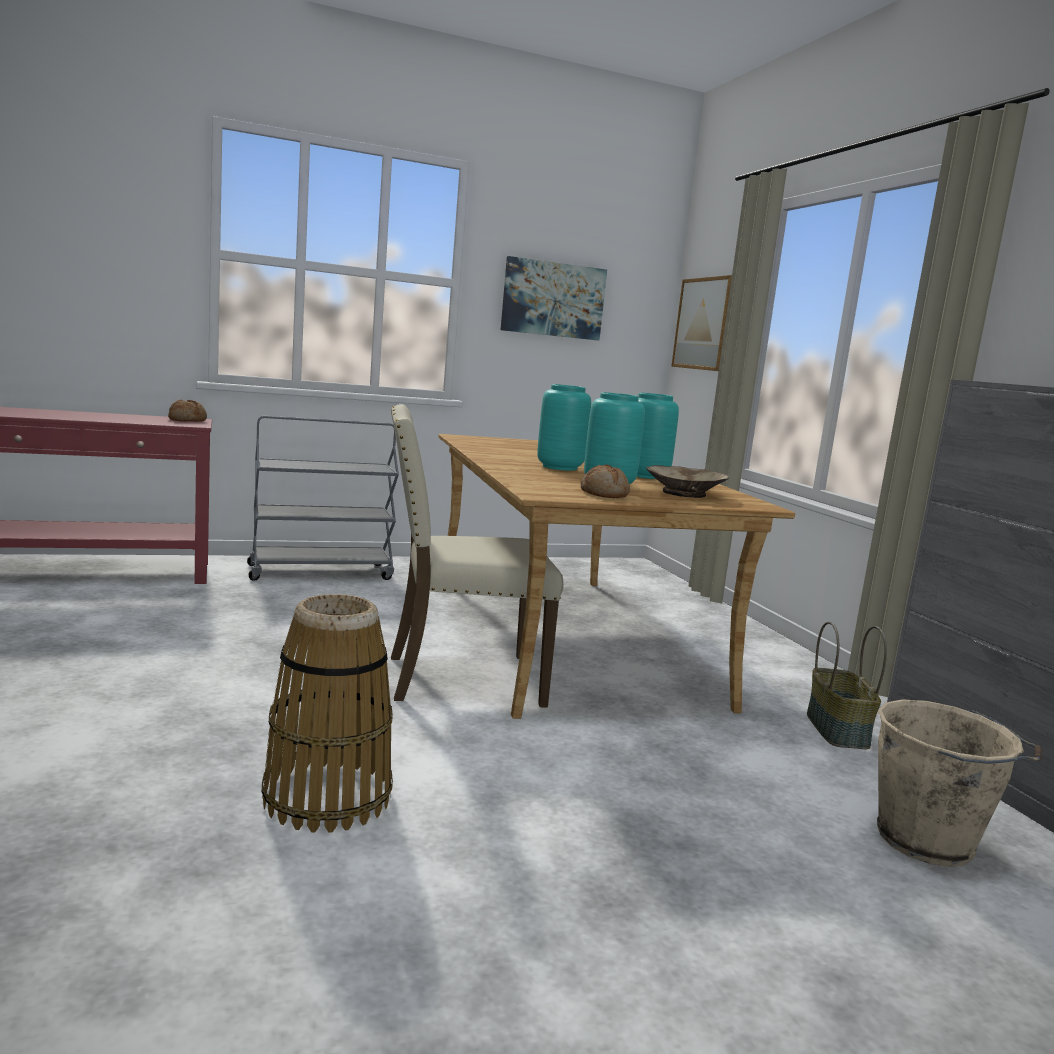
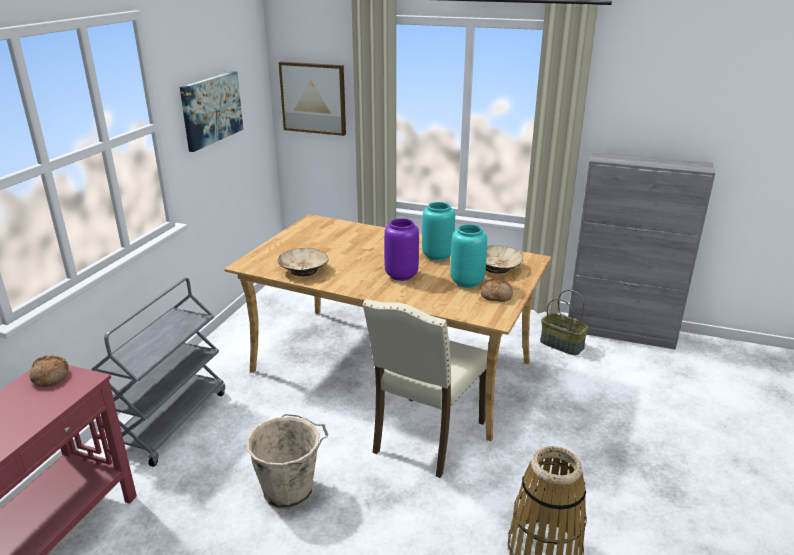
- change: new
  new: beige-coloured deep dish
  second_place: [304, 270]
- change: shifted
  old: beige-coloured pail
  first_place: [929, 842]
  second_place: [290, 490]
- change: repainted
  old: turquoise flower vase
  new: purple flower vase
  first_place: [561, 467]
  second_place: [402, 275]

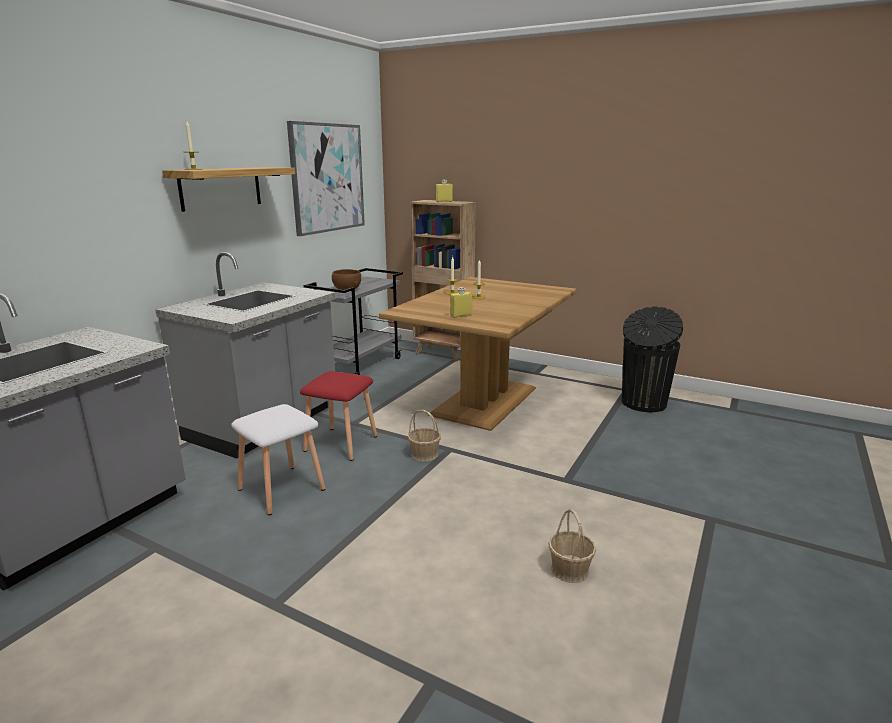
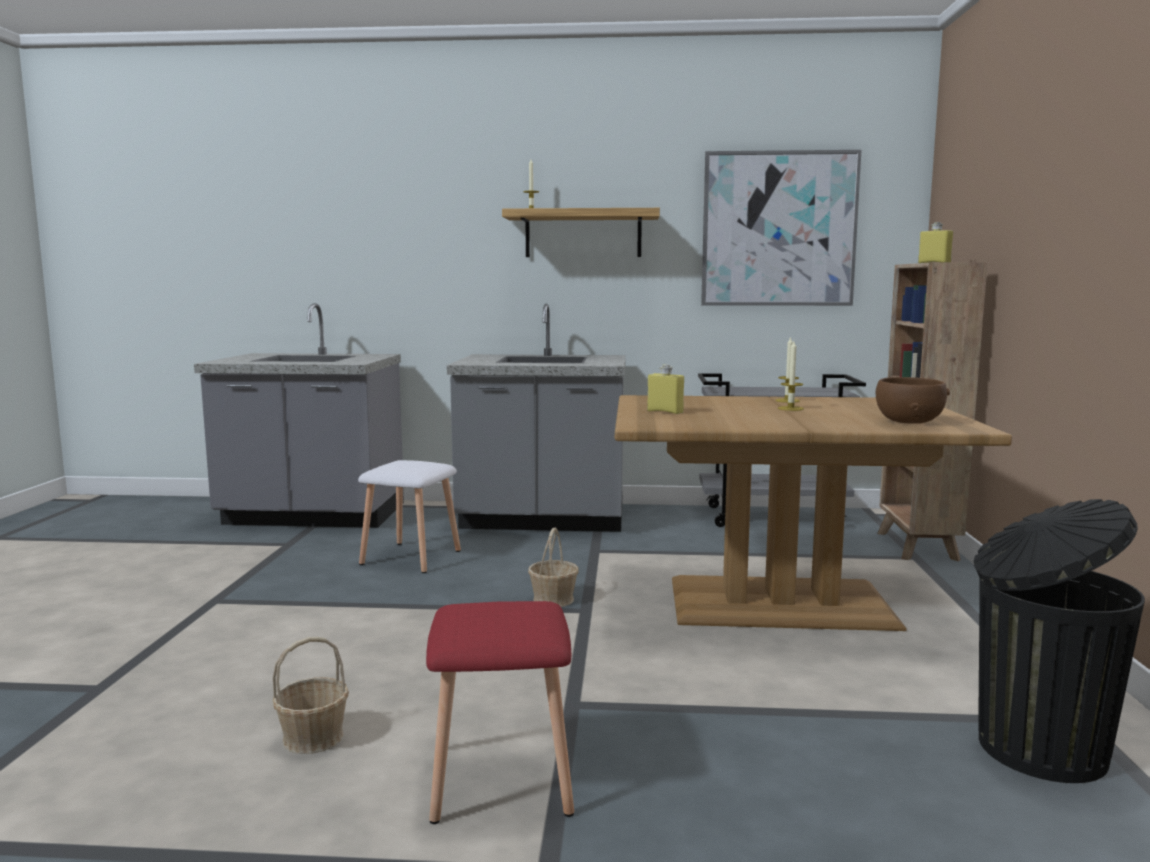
- change: shifted
  old: red-coloured stool seat
  first_place: [342, 443]
  second_place: [503, 780]
- change: shifted
  old: brownish deep dish
  first_place: [347, 290]
  second_place: [908, 422]

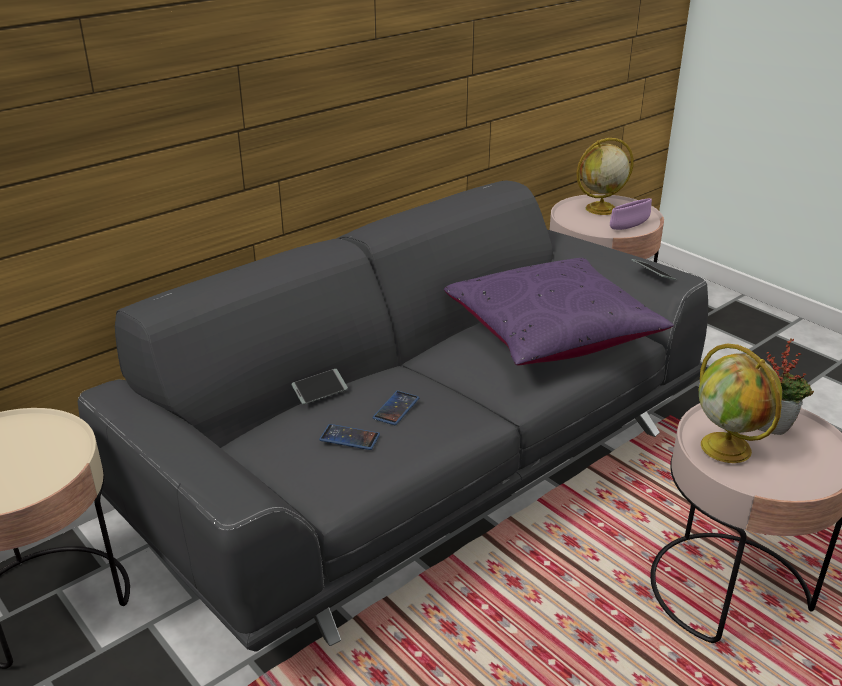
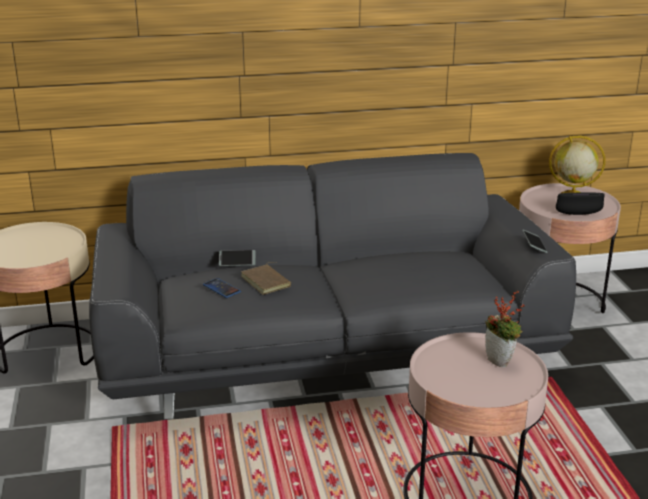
- change: gone
  old: purple throw pillow
  first_place: [551, 333]
- change: gone
  old: globe
  first_place: [727, 448]
- change: swapped
  old: handset
  new: brownish book
  first_place: [396, 408]
  second_place: [267, 281]
- change: repainted
  old: purple deep dish
  new: blackish deep dish
  first_place: [629, 227]
  second_place: [578, 214]

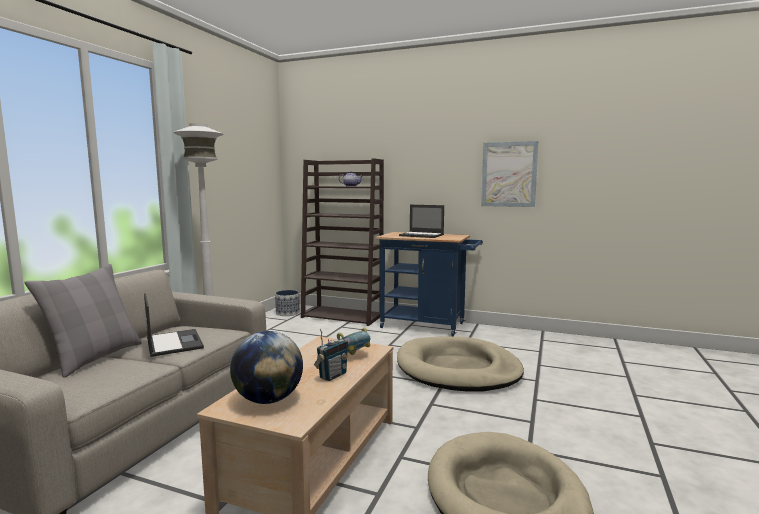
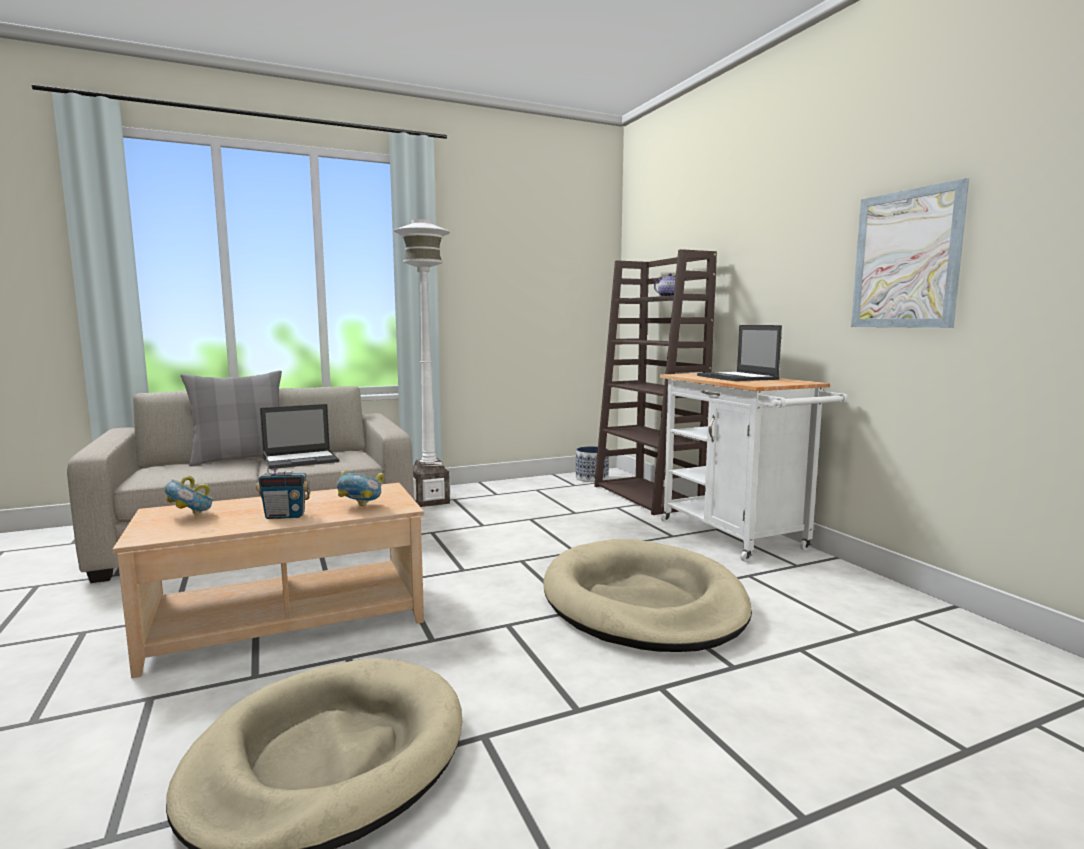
- change: swapped
  old: globe
  new: deep dish
  first_place: [268, 400]
  second_place: [191, 516]
- change: repainted
  old: bluish wheeled cart
  new: white wheeled cart
  first_place: [428, 326]
  second_place: [738, 537]
- change: rotated
  old: portable computer
  first_place: [174, 343]
  second_place: [302, 460]
  degrees: 45

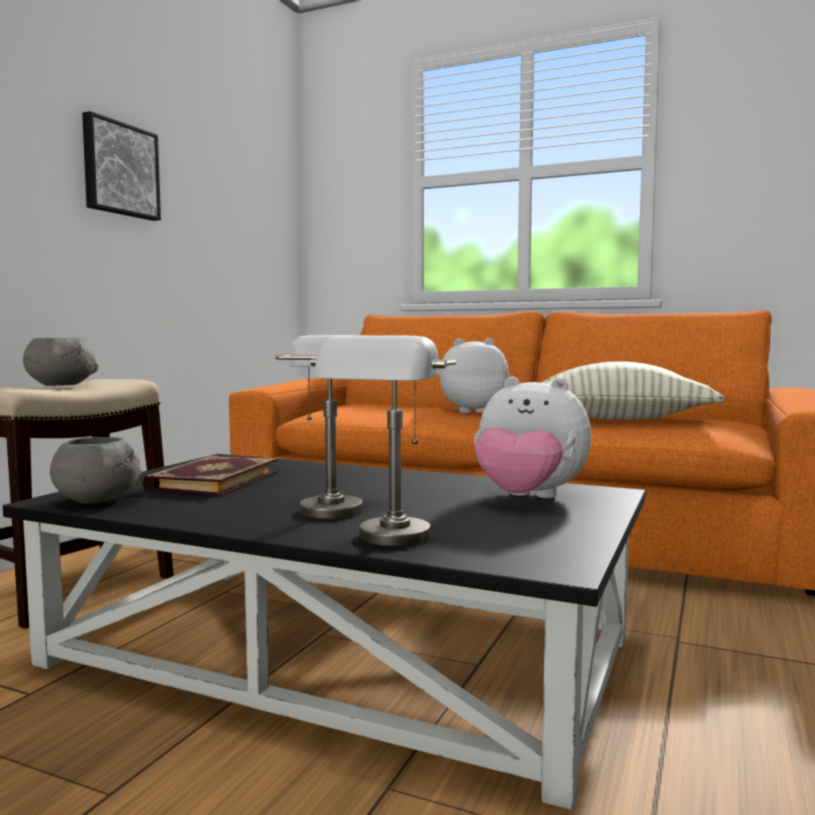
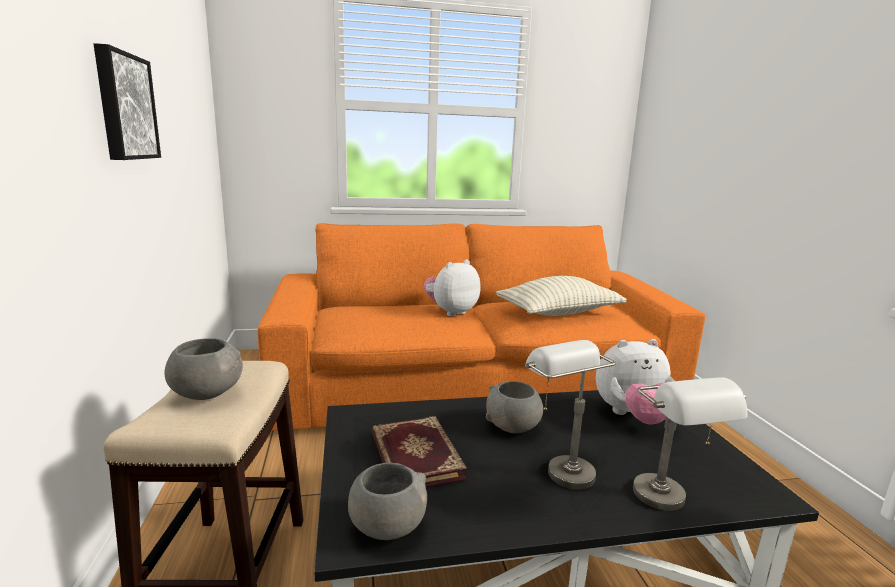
- change: new
  new: gray deep dish
  second_place: [513, 427]

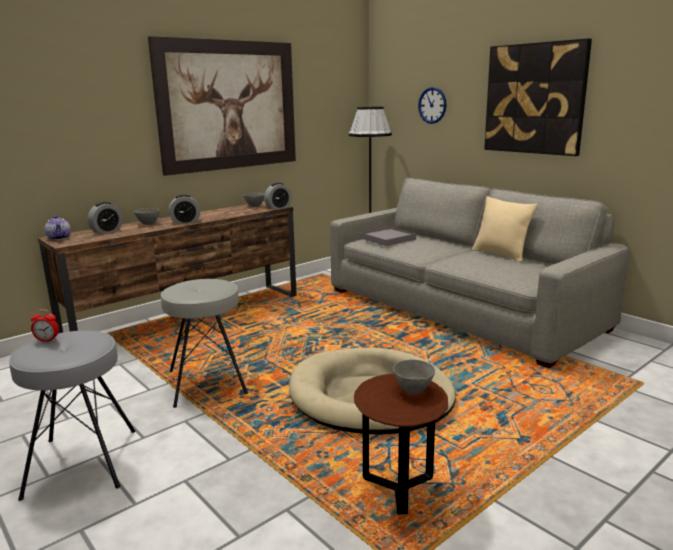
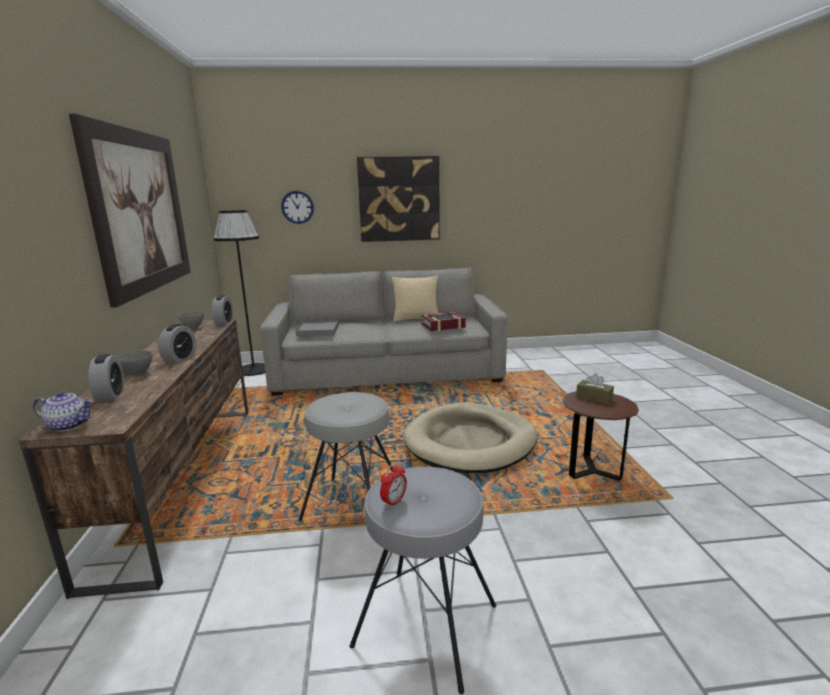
- change: new
  new: book
  second_place: [443, 326]
- change: swapped
  old: gray deep dish
  new: brownish box of tissues
  first_place: [413, 390]
  second_place: [594, 397]

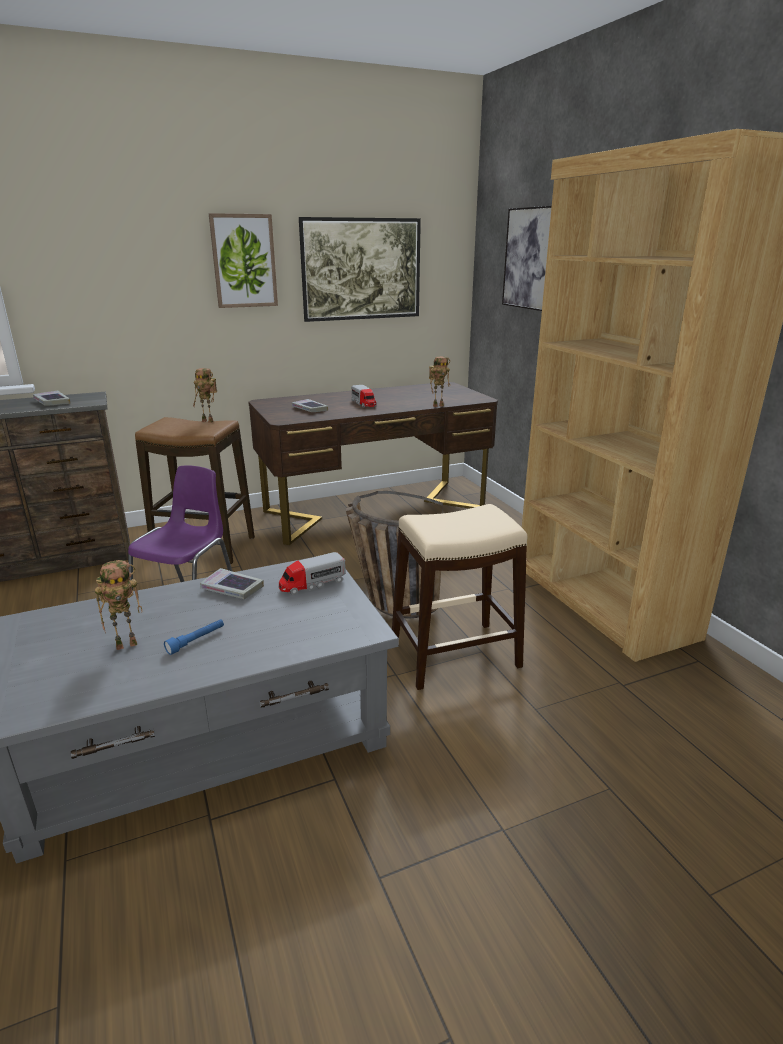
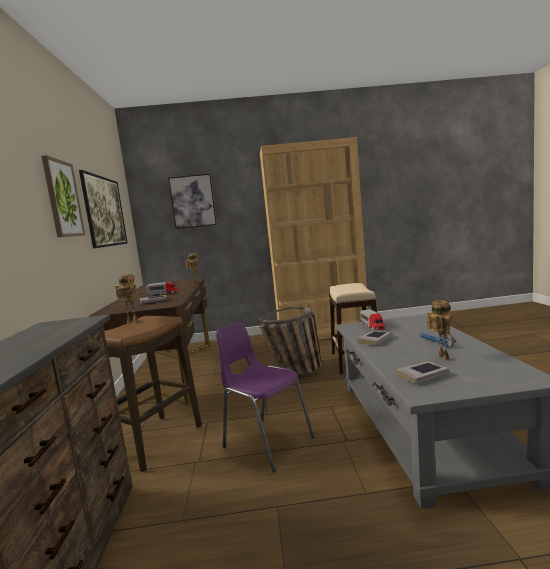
- change: shifted
  old: book
  first_place: [52, 402]
  second_place: [422, 376]

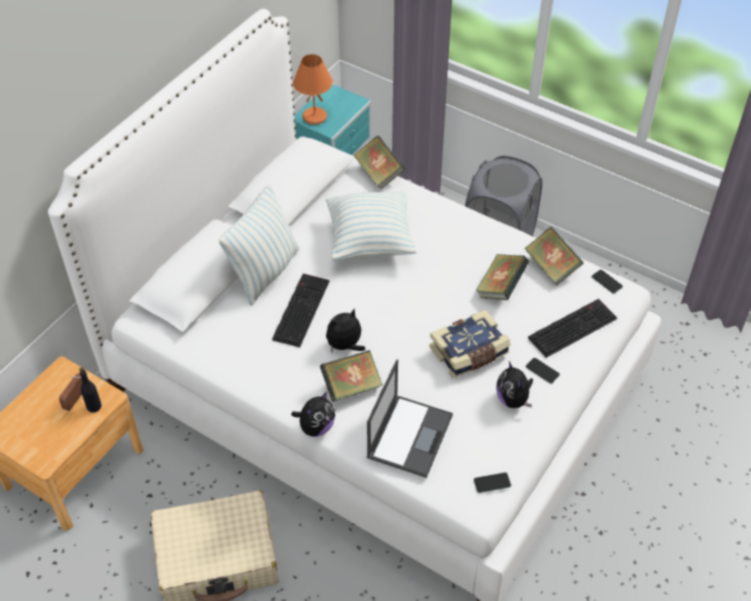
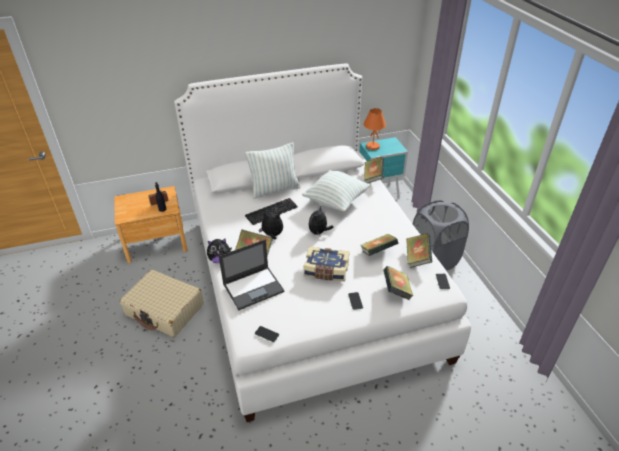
- change: shifted
  old: soft toy
  first_place: [513, 399]
  second_place: [319, 232]
- change: swapped
  old: PC keyboard
  new: book
  first_place: [572, 327]
  second_place: [396, 291]

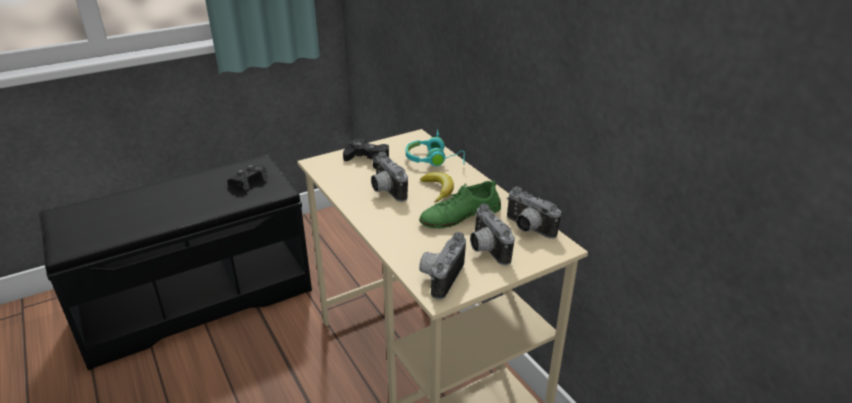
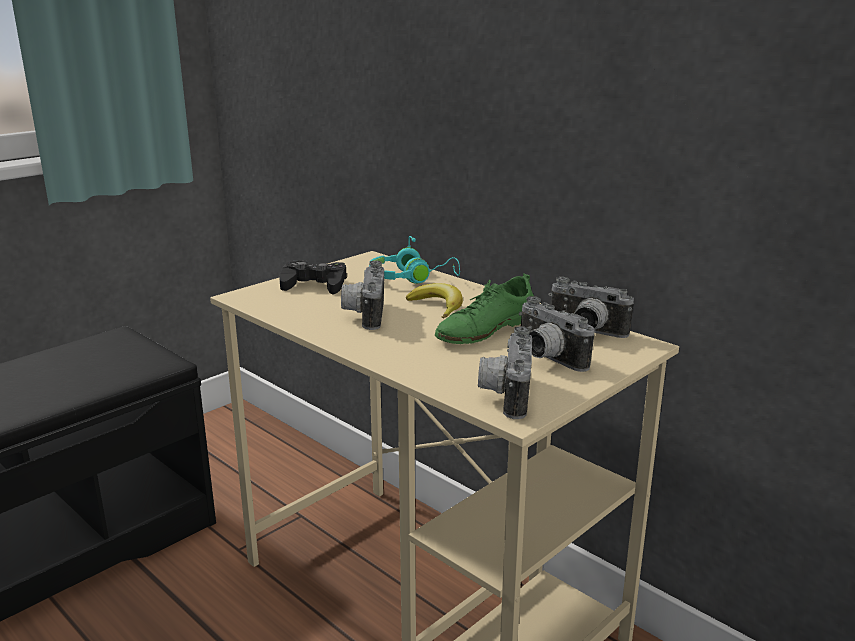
- change: gone
  old: blackish game controller
  first_place: [249, 181]
- change: rotated
  old: still camera
  first_place: [385, 191]
  second_place: [363, 315]
  degrees: 45

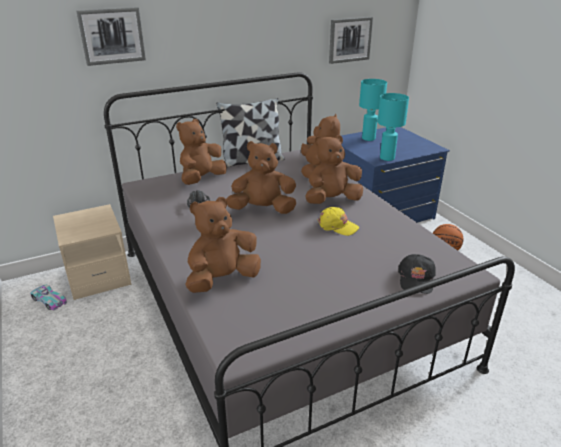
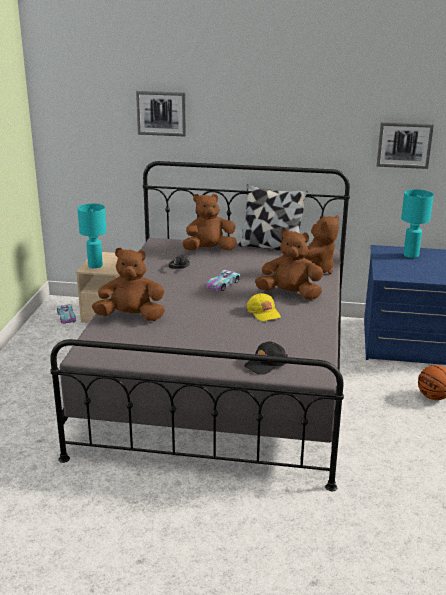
- change: shifted
  old: turquoise lamp for a table
  first_place: [387, 158]
  second_place: [95, 265]
- change: swapped
  old: brownish soft toy
  new: miniature car
  first_place: [263, 209]
  second_place: [223, 284]

